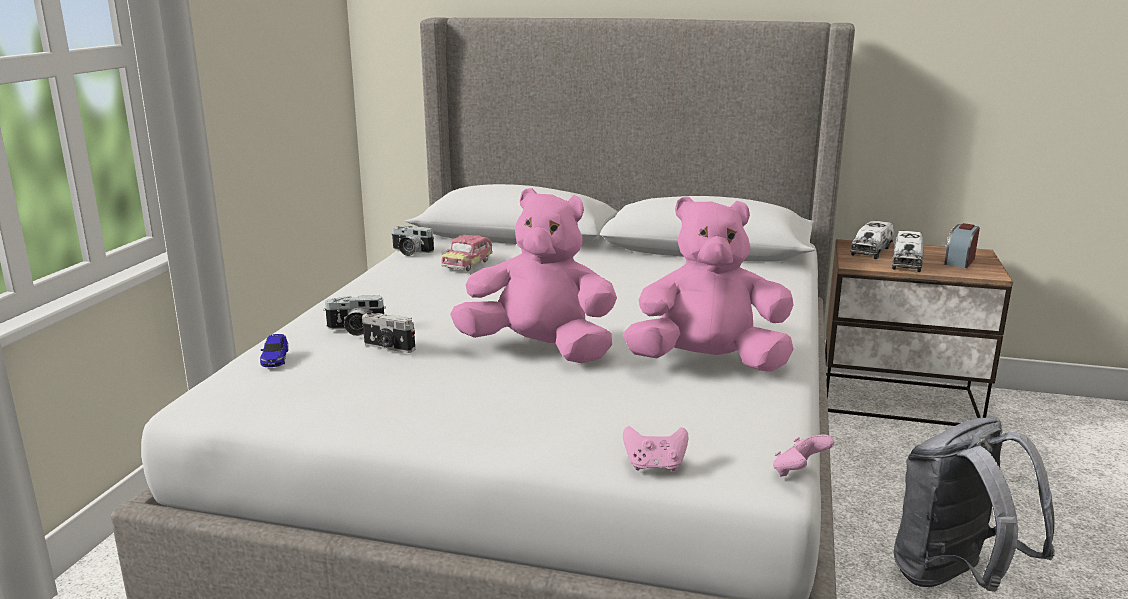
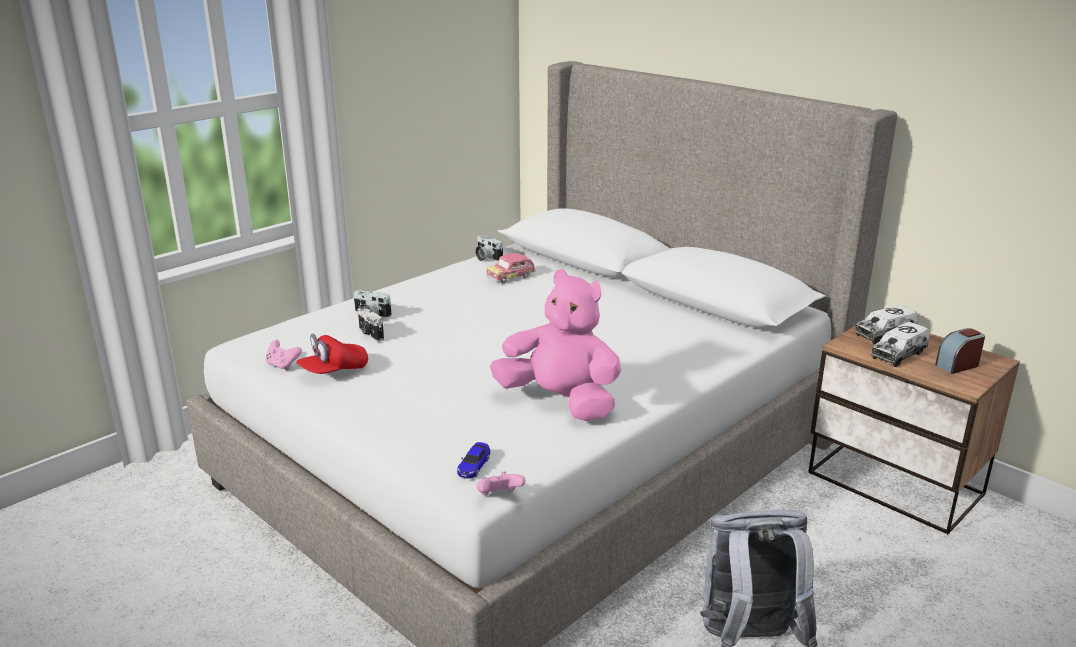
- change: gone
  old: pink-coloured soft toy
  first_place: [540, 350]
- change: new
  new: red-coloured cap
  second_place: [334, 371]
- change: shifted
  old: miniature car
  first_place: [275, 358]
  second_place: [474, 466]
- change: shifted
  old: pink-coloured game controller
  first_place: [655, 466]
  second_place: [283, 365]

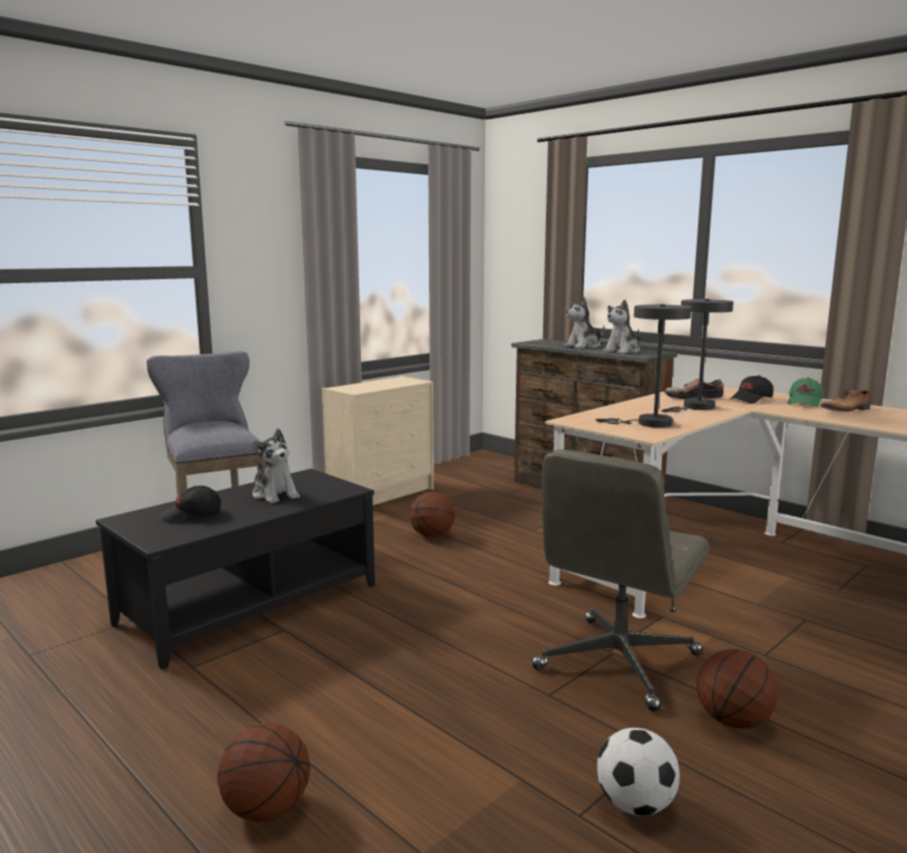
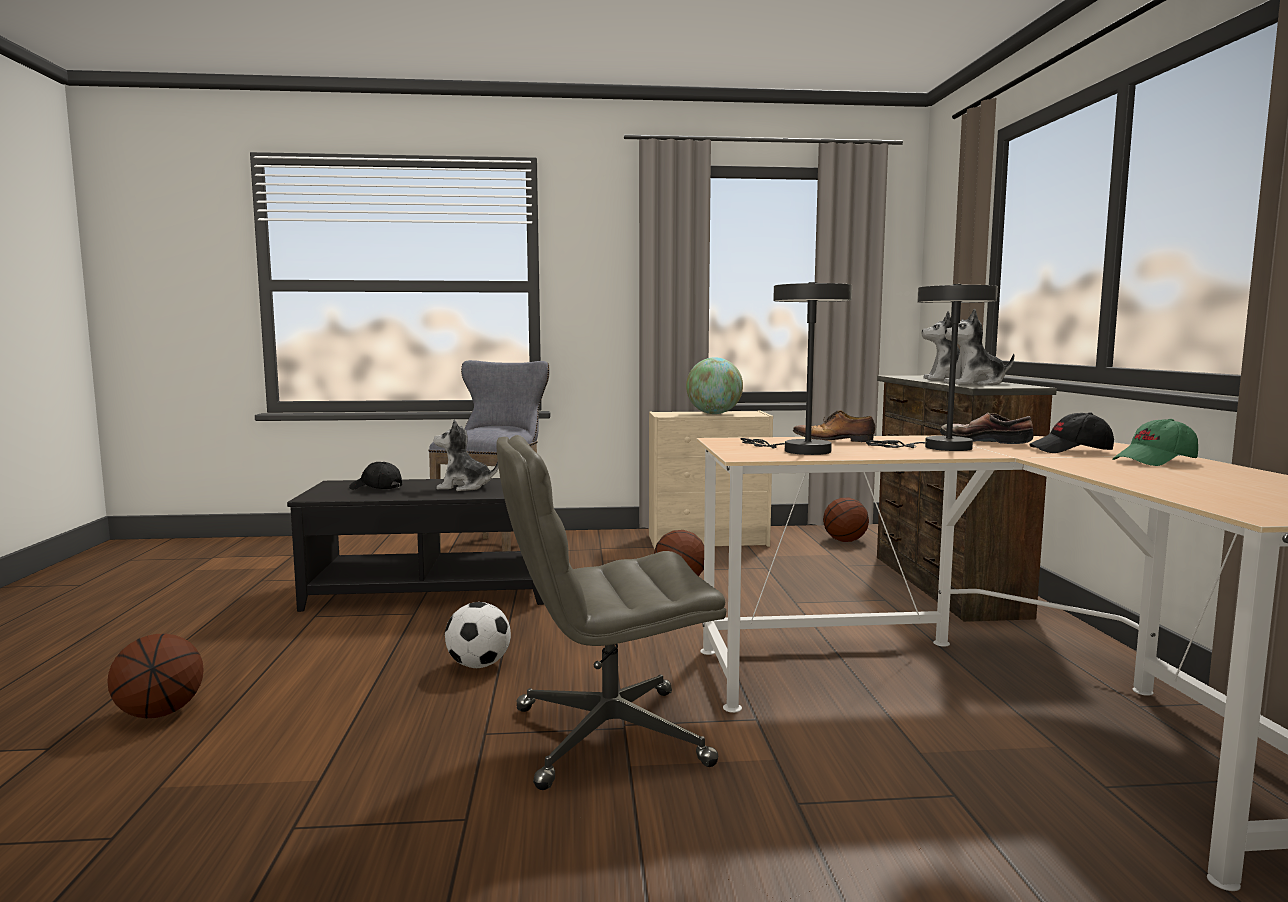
- change: new
  new: globe
  second_place: [714, 414]
- change: shifted
  old: ball for football
  first_place: [636, 805]
  second_place: [478, 665]
- change: shifted
  old: ball for basketball
  first_place: [733, 721]
  second_place: [844, 541]
- change: shifted
  old: low shoe
  first_place: [846, 410]
  second_place: [834, 440]
- change: rotated
  old: soft toy
  first_place: [275, 494]
  second_place: [464, 487]
  degrees: 90

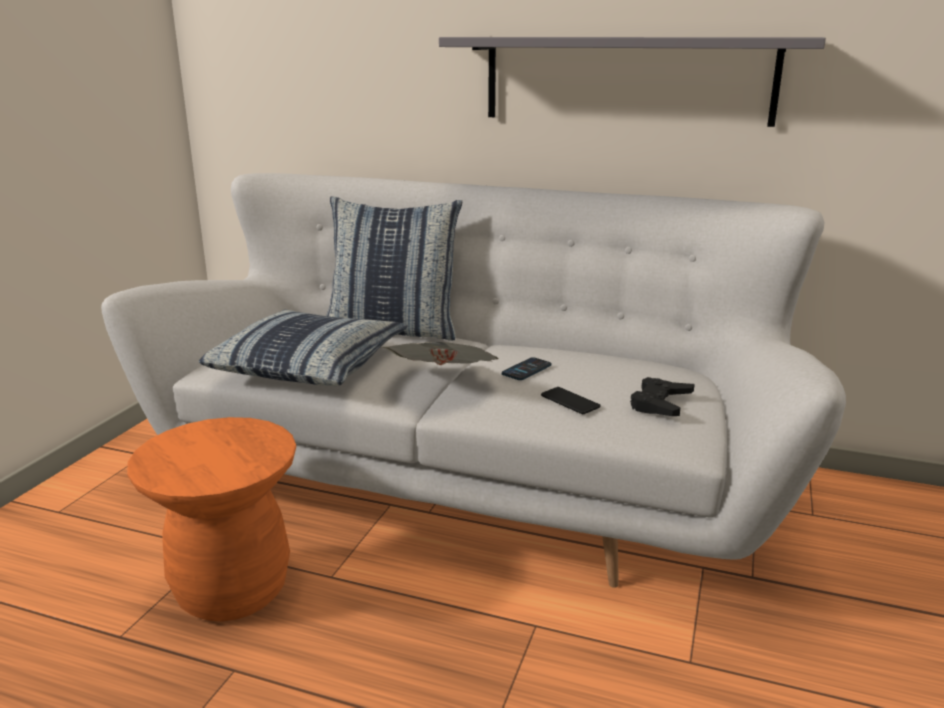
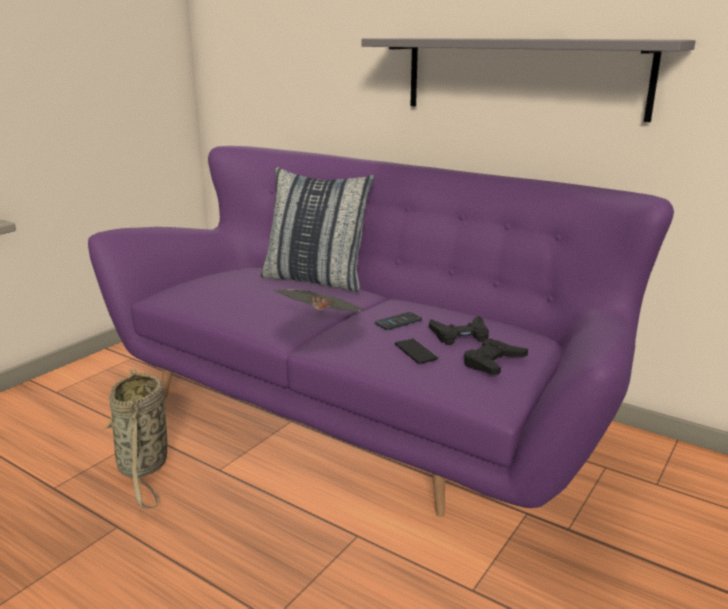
- change: gone
  old: throw pillow
  first_place: [310, 364]
- change: new
  new: blackish game controller
  second_place: [460, 335]
- change: swapped
  old: orangey stool seat
  new: basket
  first_place: [232, 590]
  second_place: [144, 467]
- change: repainted
  old: white couch
  new: purple couch
  first_place: [471, 485]
  second_place: [363, 415]

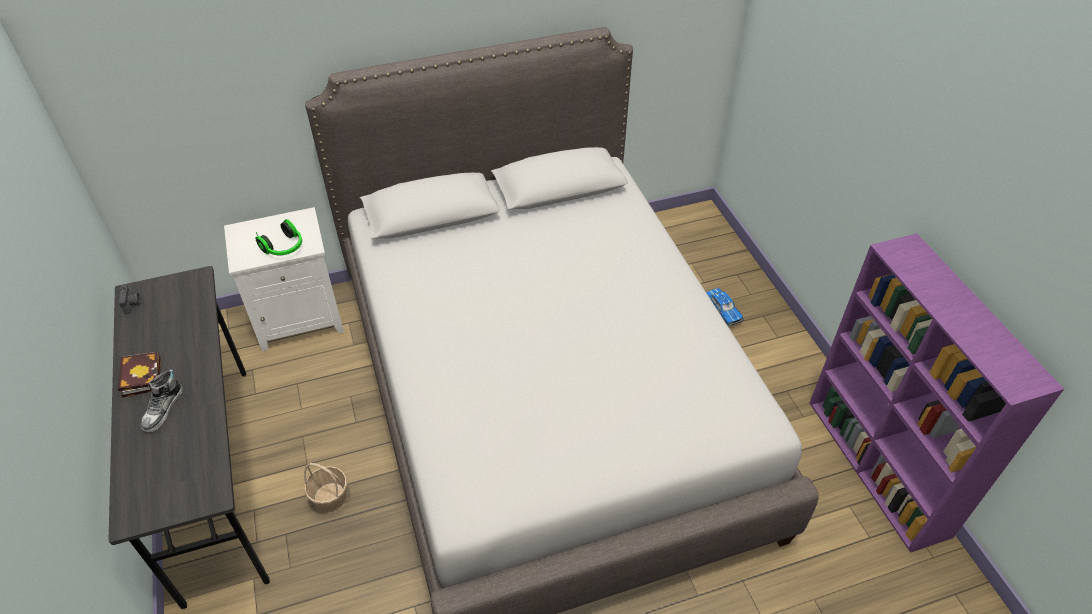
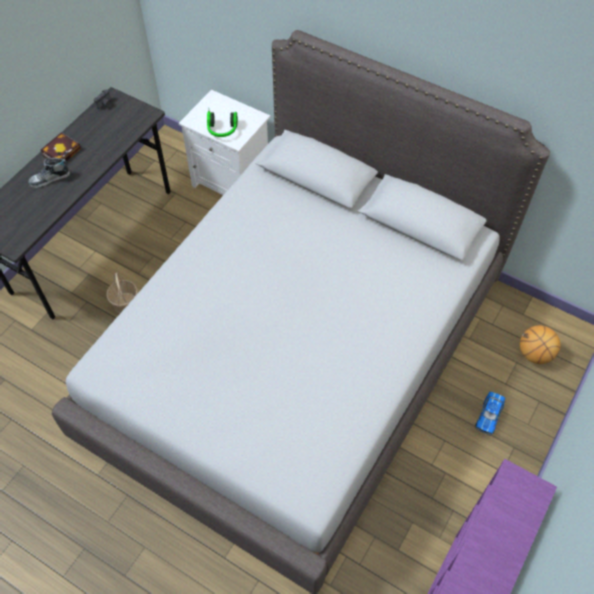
- change: new
  new: ball for basketball
  second_place: [534, 354]

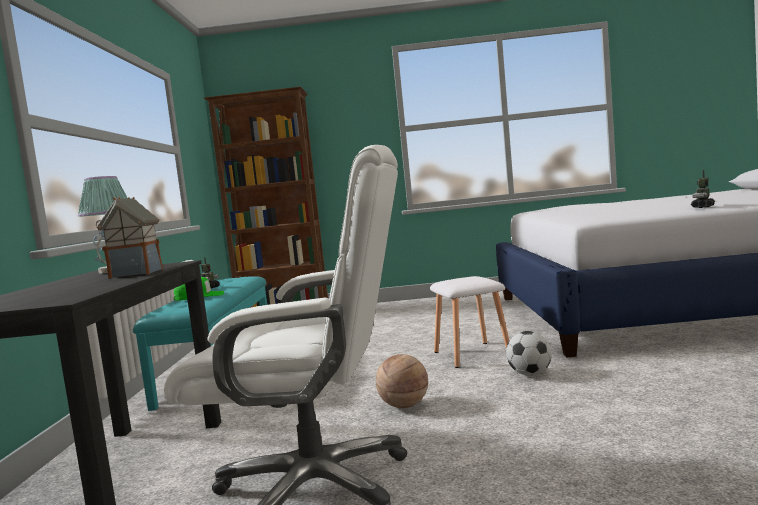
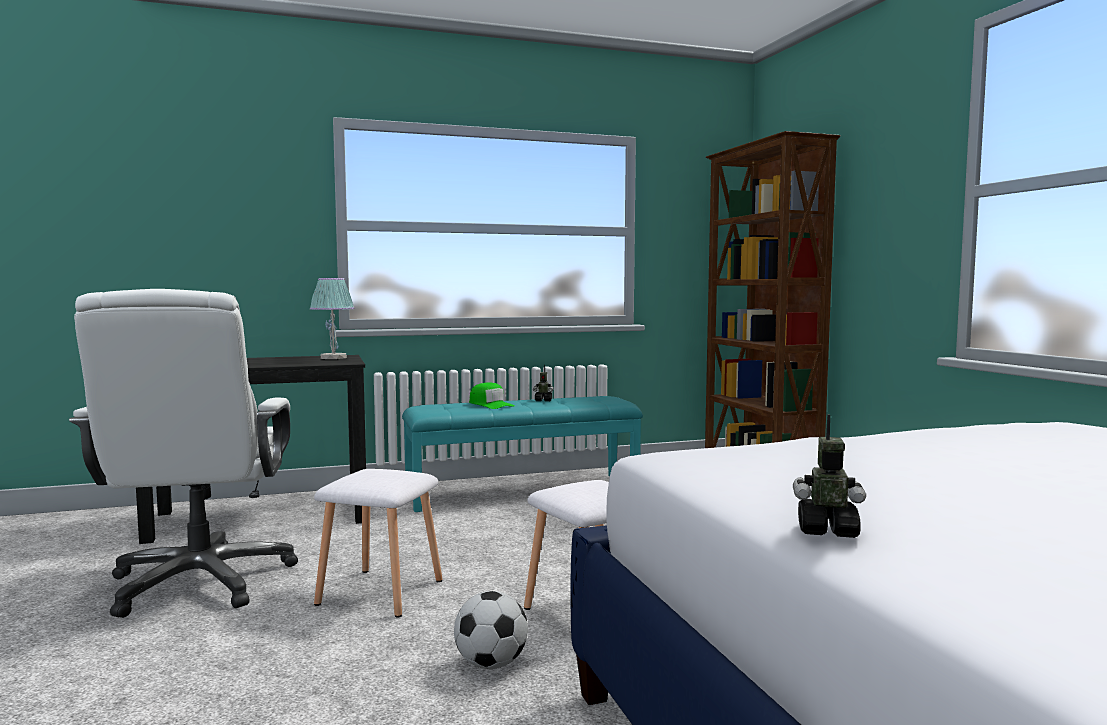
- change: gone
  old: miniature house
  first_place: [136, 273]
- change: swapped
  old: ball for basketball
  new: white stool seat
  first_place: [404, 406]
  second_place: [383, 592]

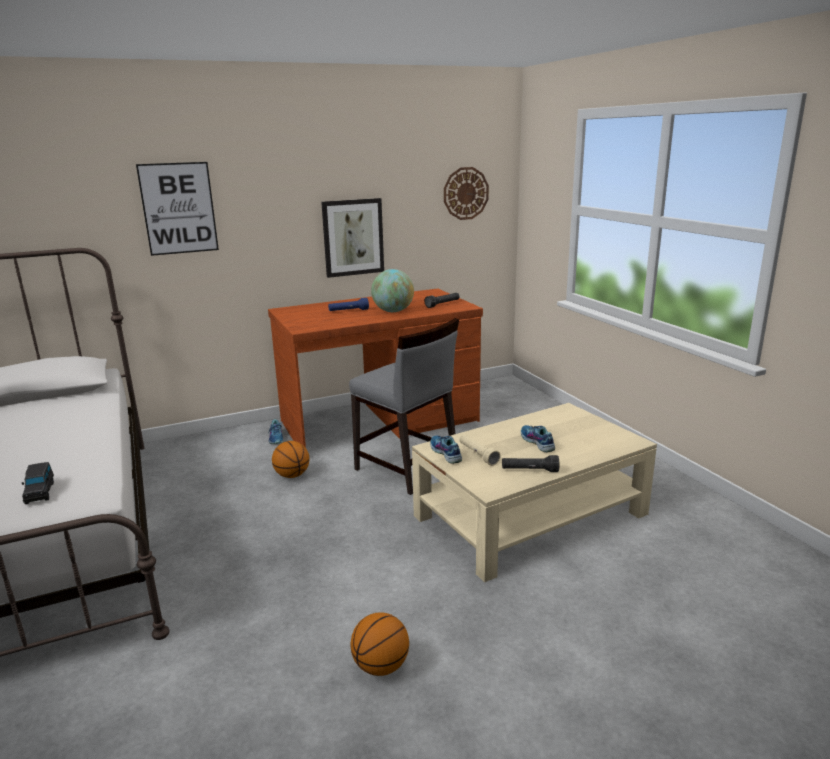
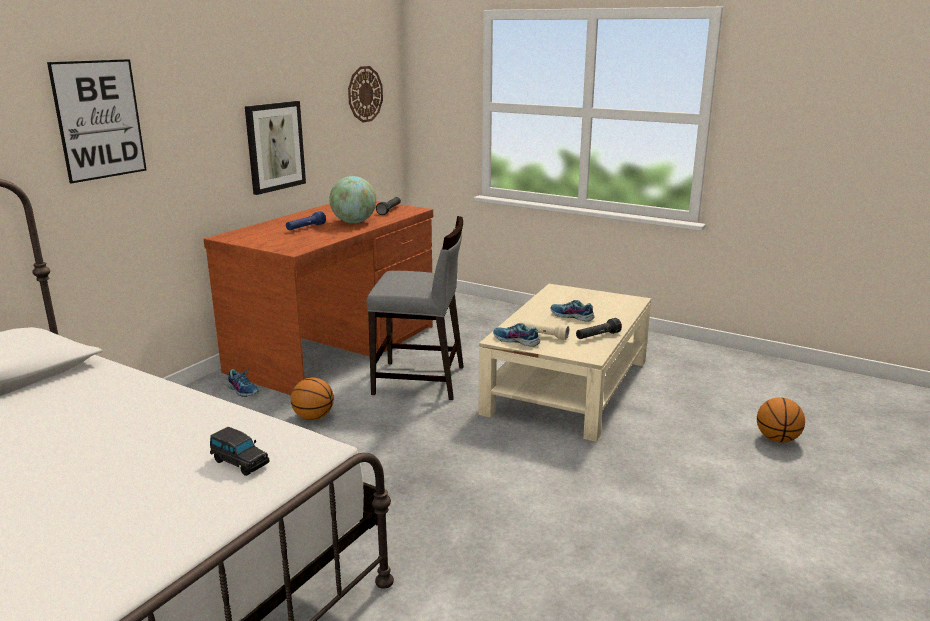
- change: shifted
  old: ball for basketball
  first_place: [381, 666]
  second_place: [777, 439]

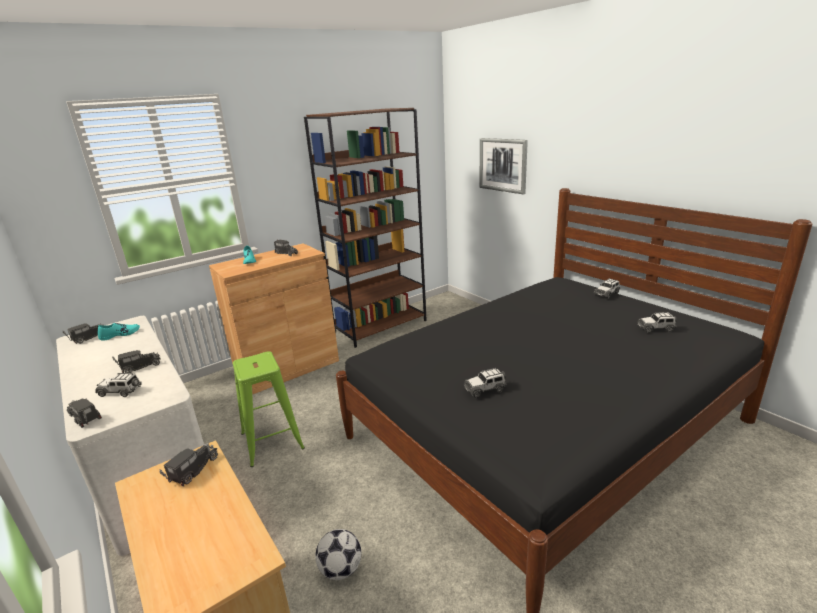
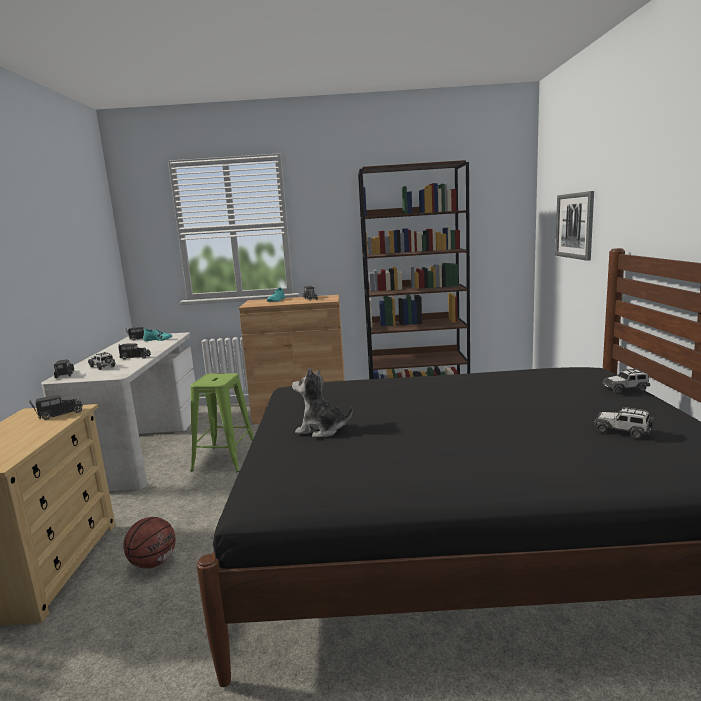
- change: swapped
  old: ball for football
  new: ball for basketball
  first_place: [341, 569]
  second_place: [153, 562]
- change: swapped
  old: miniature car
  new: soft toy
  first_place: [485, 389]
  second_place: [321, 430]

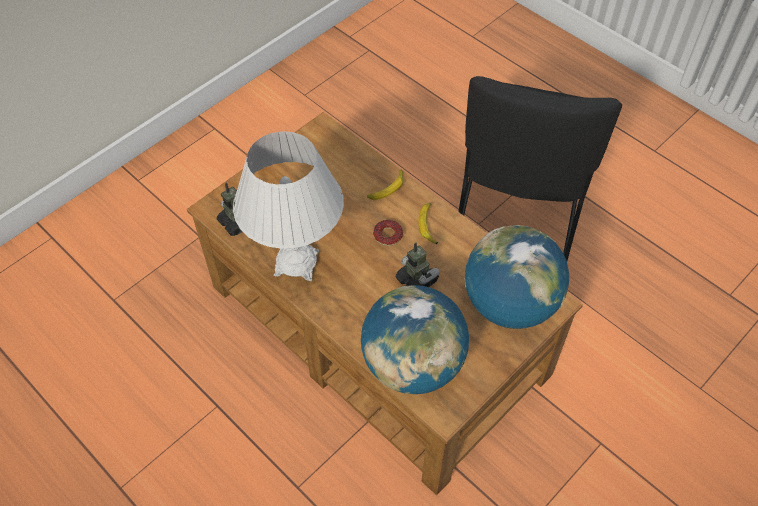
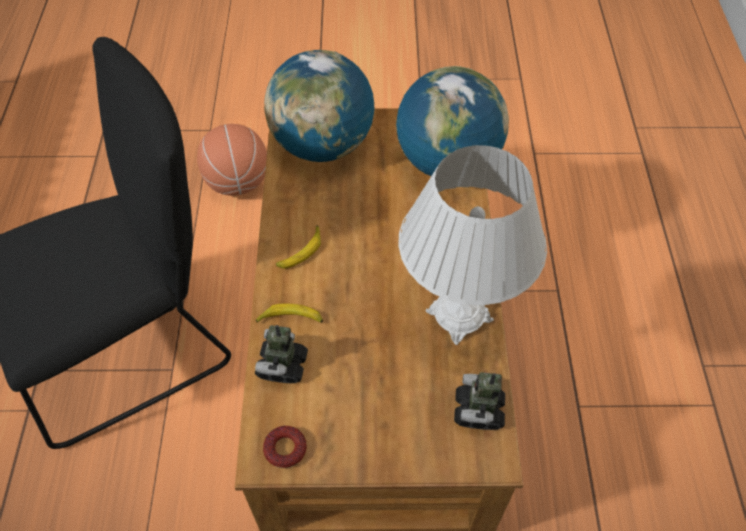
- change: new
  new: ball for basketball
  second_place: [237, 182]
- change: shifted
  old: donut
  first_place: [388, 235]
  second_place: [285, 449]
- change: shifted
  old: model robot
  first_place: [416, 280]
  second_place: [282, 366]

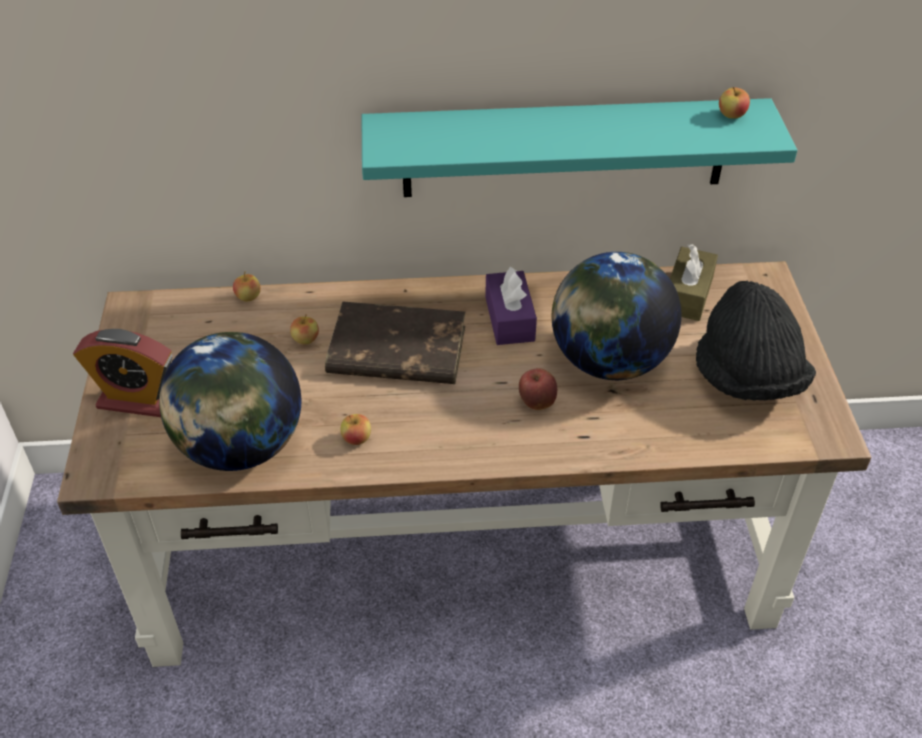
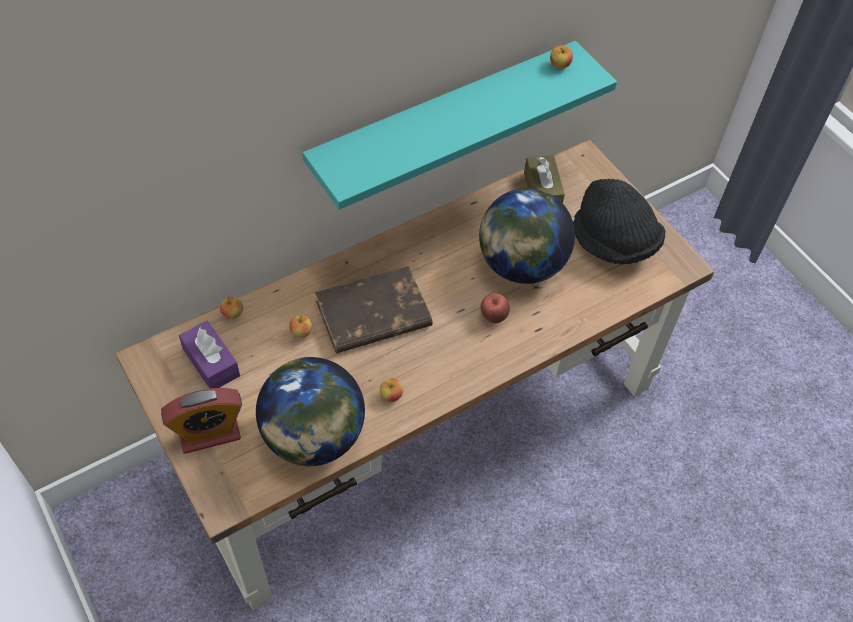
- change: shifted
  old: purple box of tissues
  first_place: [509, 319]
  second_place: [211, 362]

